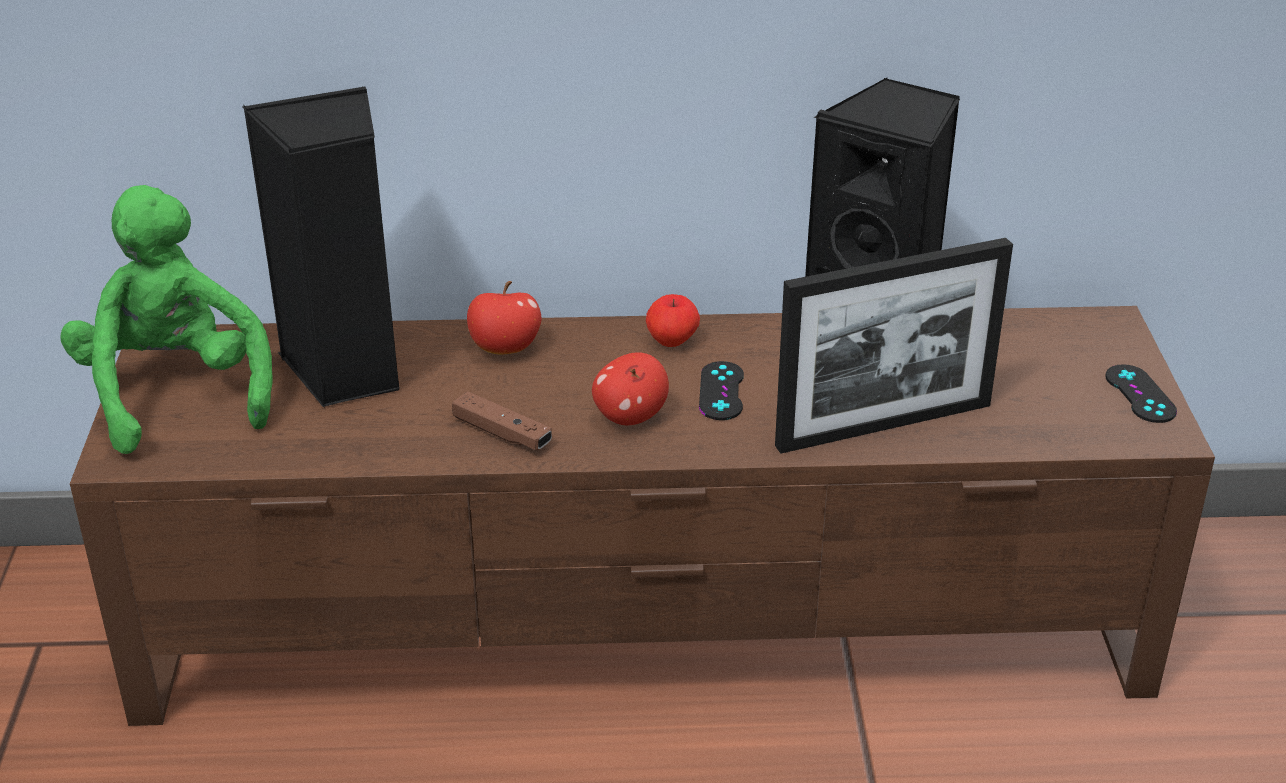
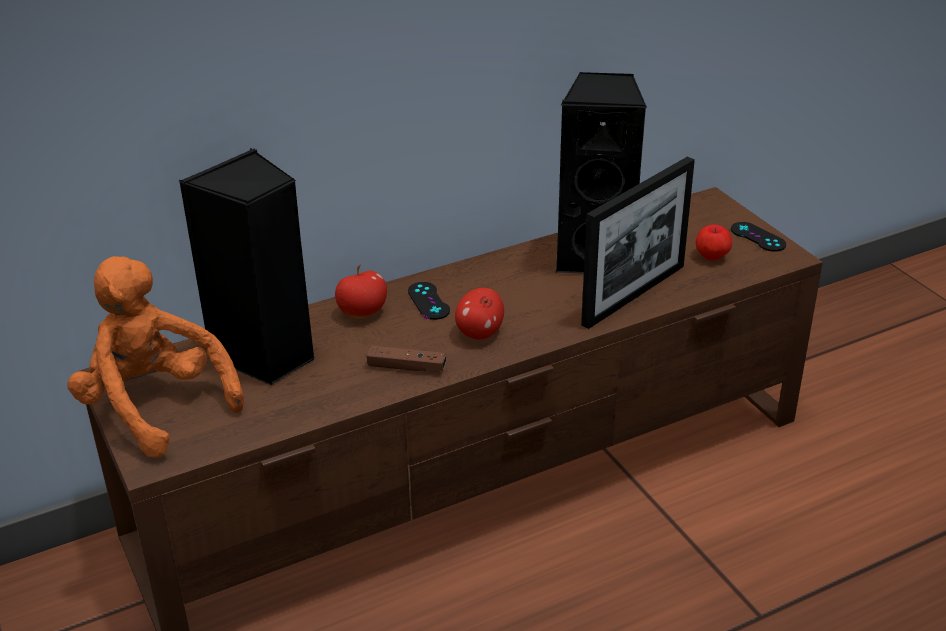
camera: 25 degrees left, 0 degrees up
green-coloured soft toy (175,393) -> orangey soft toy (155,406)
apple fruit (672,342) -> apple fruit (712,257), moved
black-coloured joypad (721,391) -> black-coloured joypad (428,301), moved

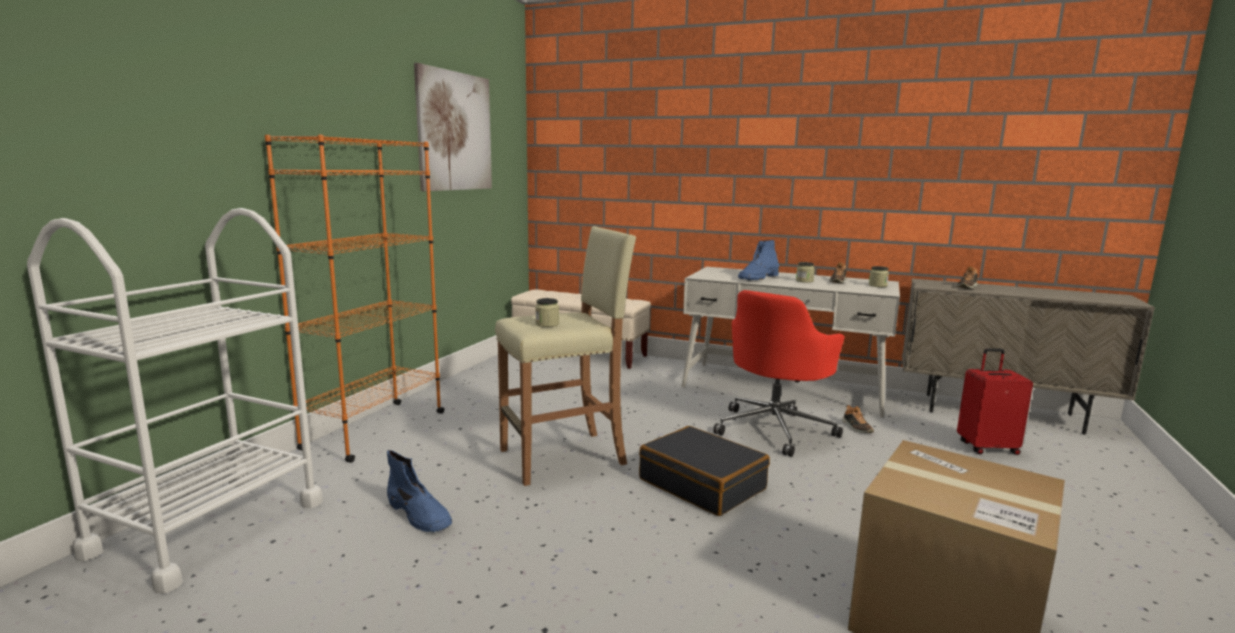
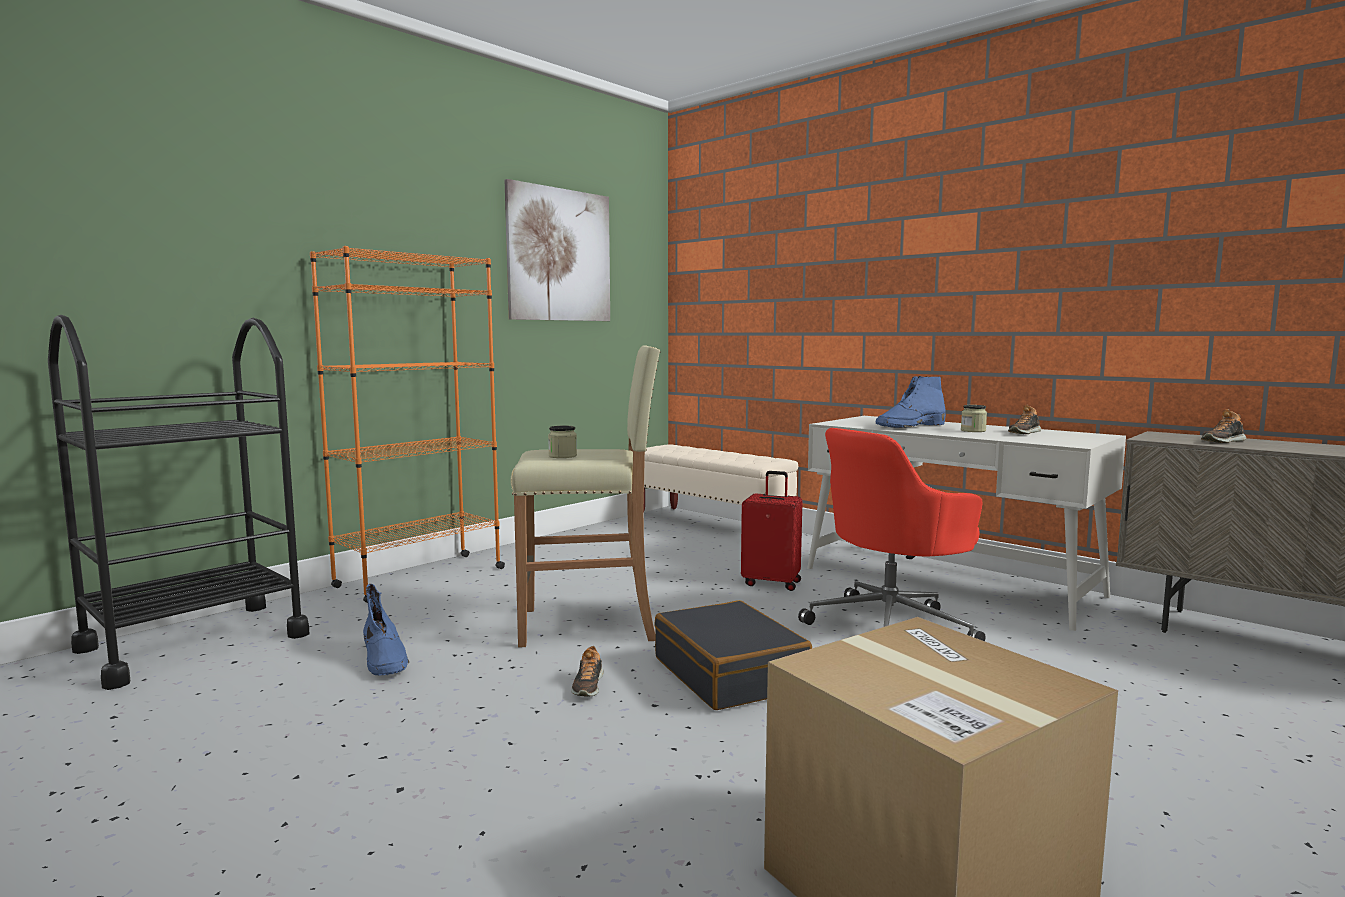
camera: 20 degrees right, 5 degrees down
white-coloured wheeled cart (208,527) -> black-coloured wheeled cart (194,642)
shoe (856,428) -> shoe (588,686), moved
preserve jar (877,285) -> none
red piece of luggage (986,447) -> red piece of luggage (772,583), moved

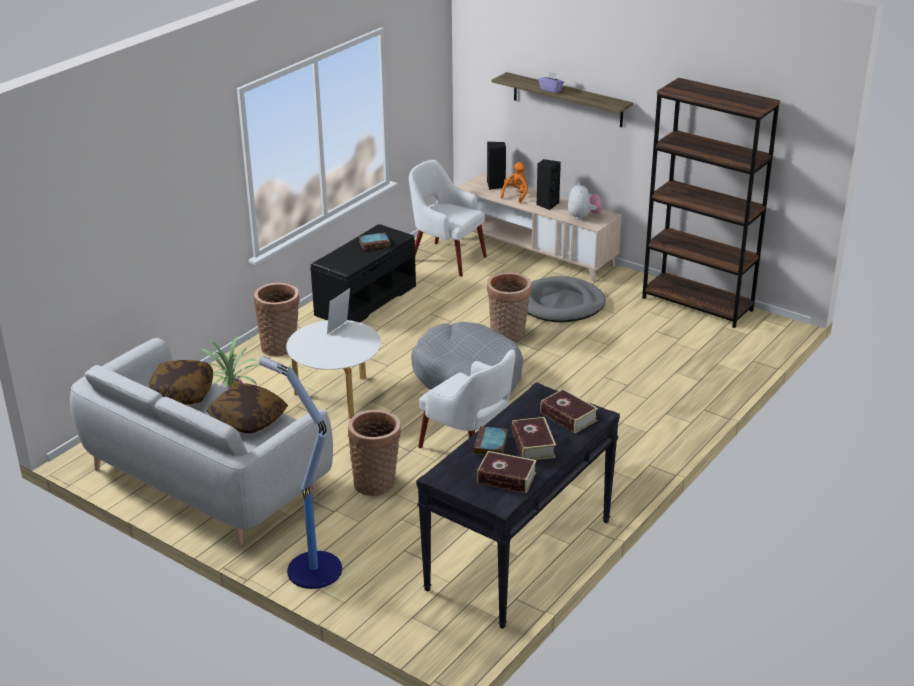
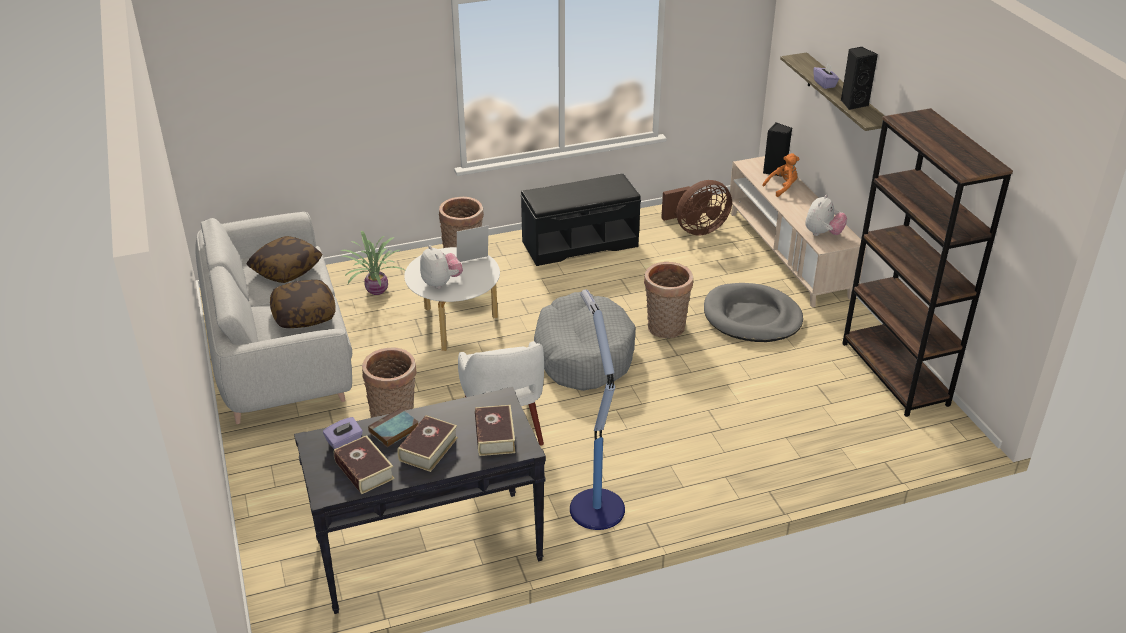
camera: 35 degrees right, 5 degrees up
standard lamp (312,569) -> standard lamp (596,507), moved
volume (375,243) -> none
white-coloured lounge chair (446,258) -> brown fan (696,229)
black-coloured loudspeaker (547,204) -> black-coloured loudspeaker (853,104), moved
none -> purple box of tissues (344,442)
none -> soft toy (441,283)

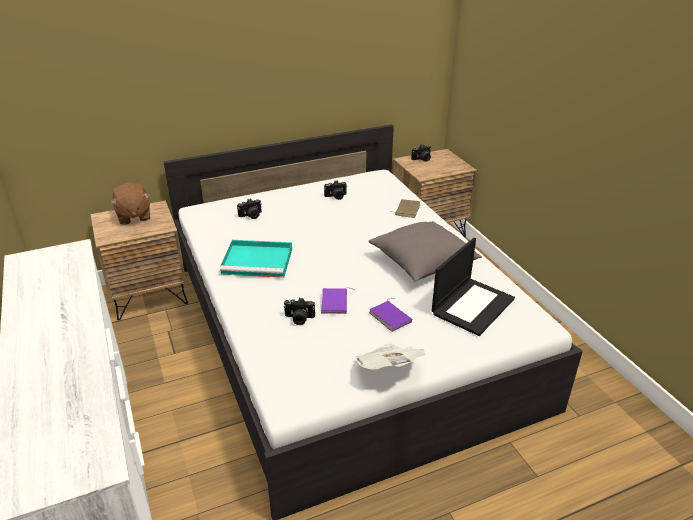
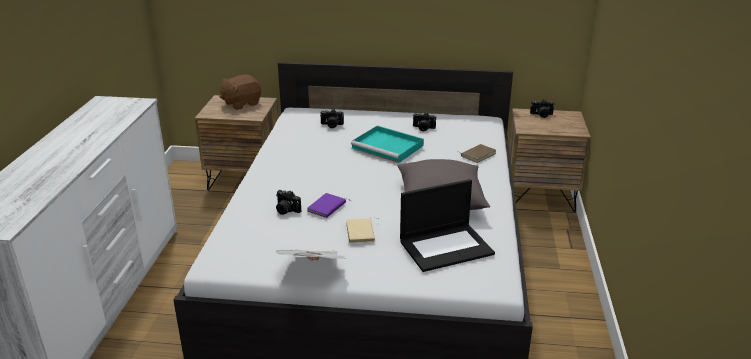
camera: 30 degrees right, 5 degrees down
brown soft toy (133,216) -> brown soft toy (241,103), 45 degrees clockwise
turquoise-coloured tray (259,261) -> turquoise-coloured tray (389,147), moved
purple volume (391,317) -> beige volume (361,232)

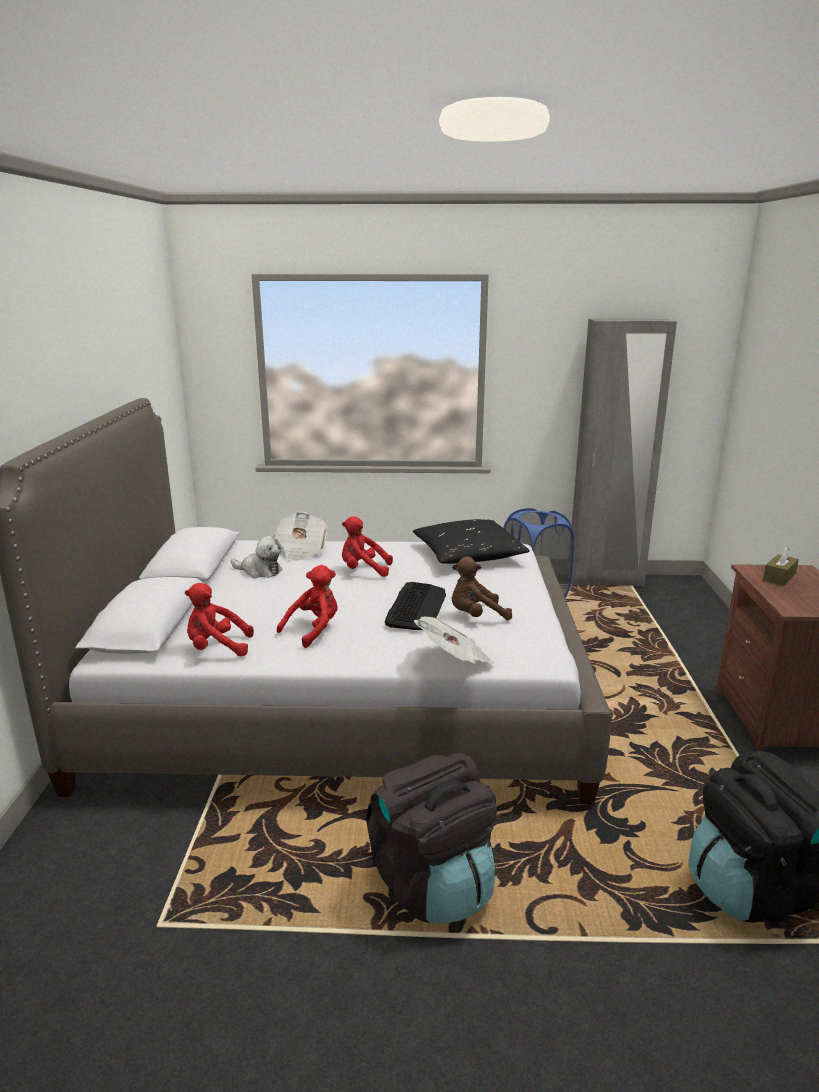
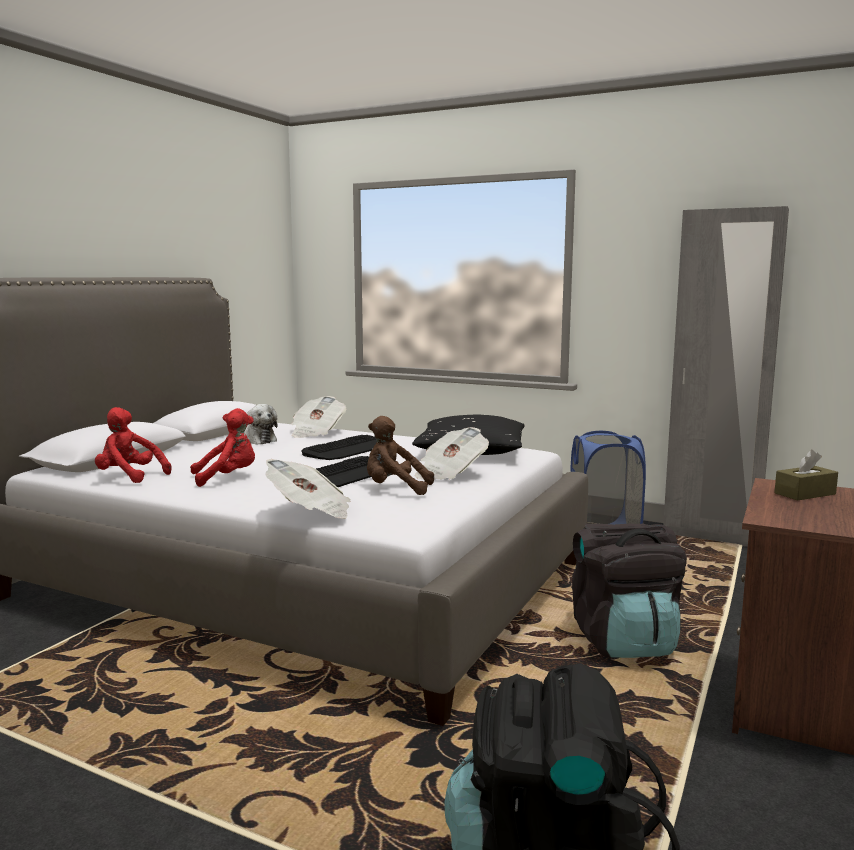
camera: 25 degrees right, 10 degrees down
red soft toy (363,570) -> keyboard (347,449)
black-coloured backpack (432,883) -> black-coloured backpack (624,641), moved
none -> daily paper (449,473)

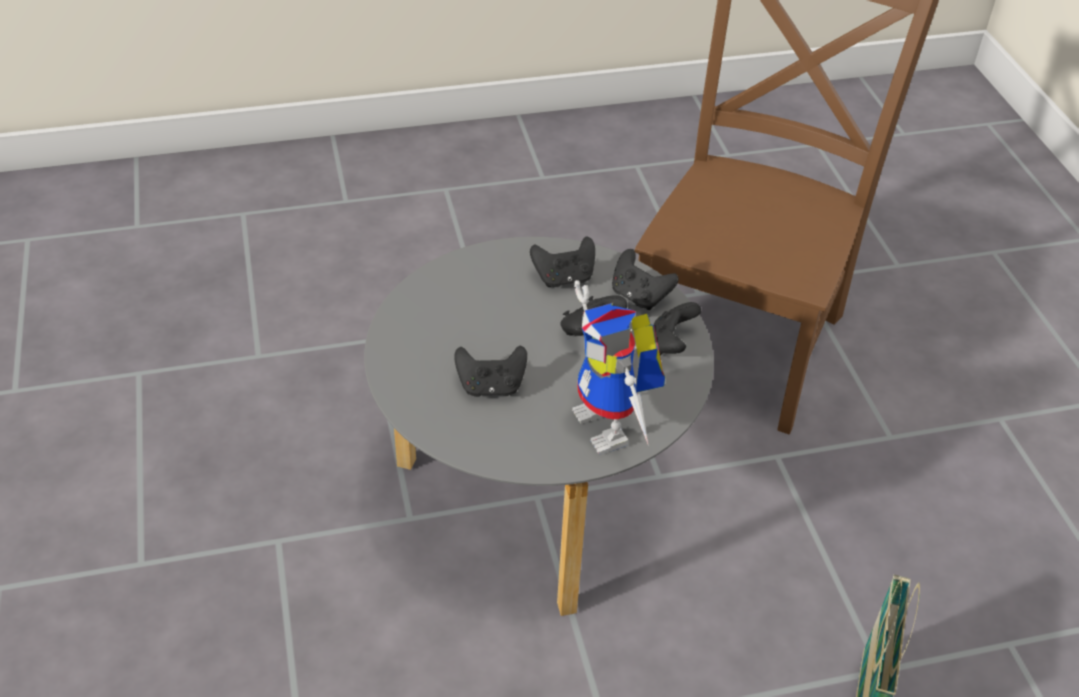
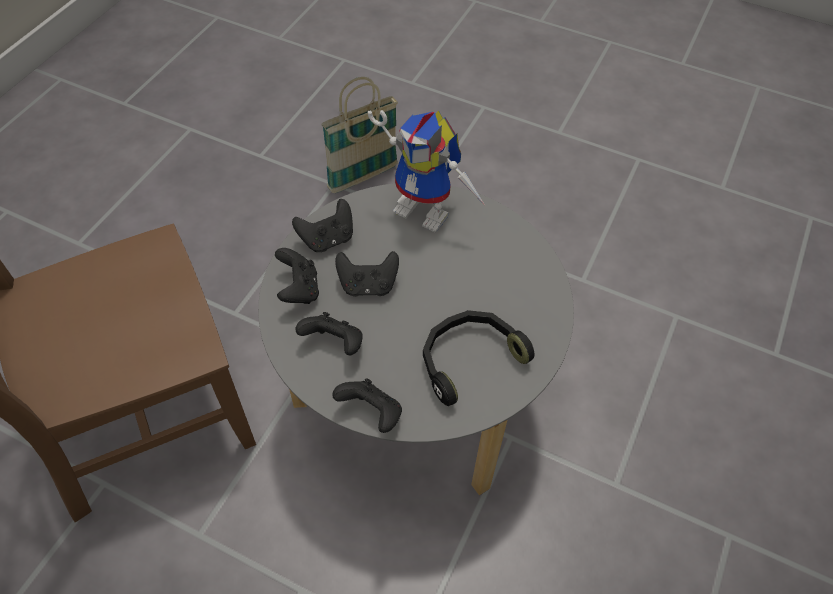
camera: 140 degrees left, 10 degrees up
black-coloured joypad (491,386) -> black-coloured joypad (372,413), moved
model robot (613,428) -> model robot (428,210), 105 degrees clockwise
none -> black-coloured pair of headphones (468,359)

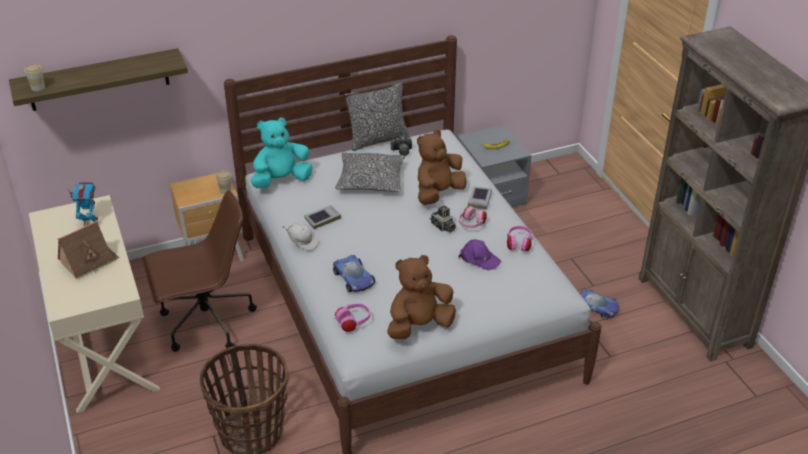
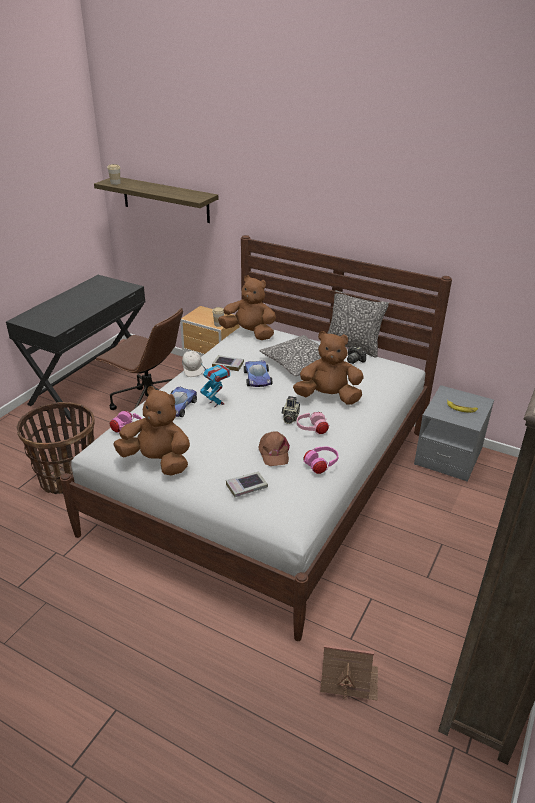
camera: 50 degrees right, 5 degrees down
beige desk (104,345) -> black-coloured desk (91,384)
toy house (89,261) -> toy house (348,679), moved
model robot (90,221) -> model robot (216,403), moved
turquoise-coloured soft toy (281,180) -> brown soft toy (249,333)
purple cap (479,258) -> brown cap (274,452)
volume (479,200) -> volume (246,487), moved
miniature car (597,307) -> miniature car (257,378), moved

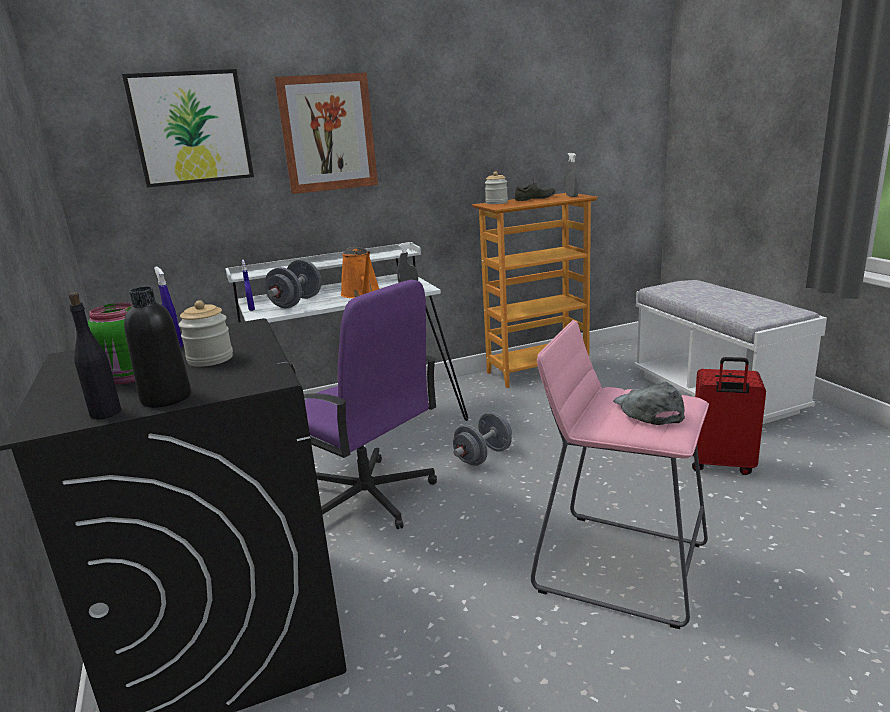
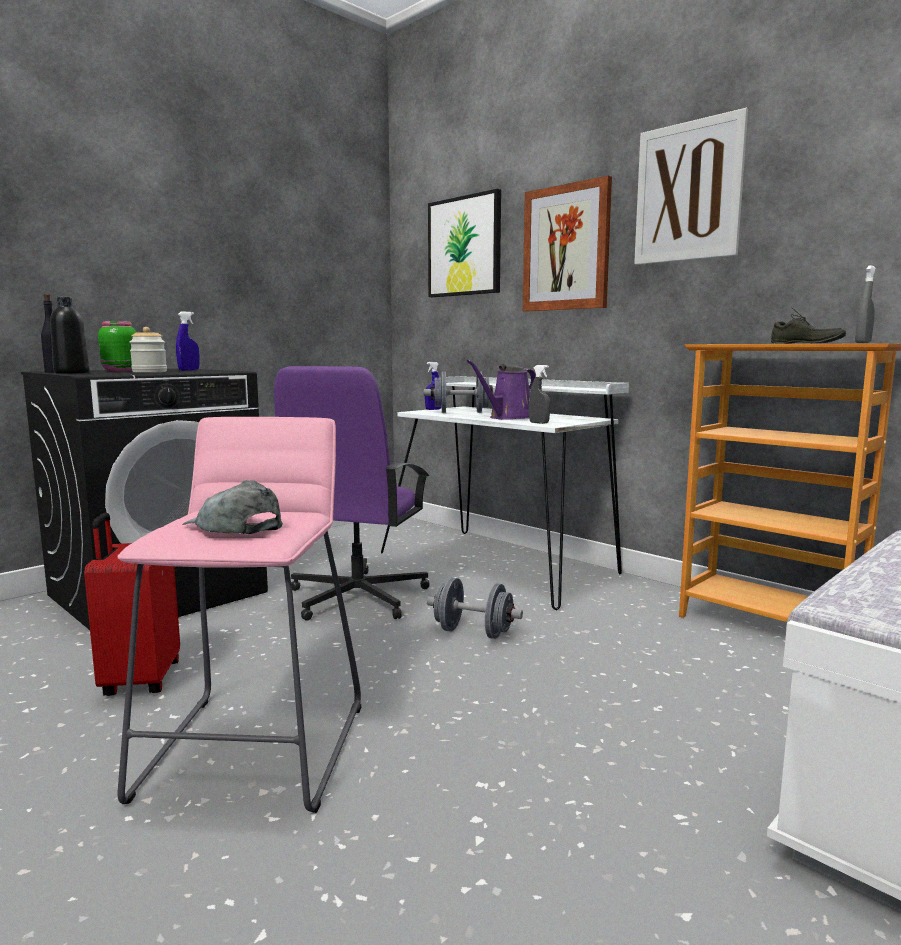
camera: 65 degrees right, 10 degrees down
orangey sprinkling can (362,293) -> purple sprinkling can (508,417)
preserve jar (496,203) -> none
greyish cap (648,410) -> greyish cap (233,526), 105 degrees counterclockwise
red piece of luggage (721,465) -> red piece of luggage (139,680), moved
none -> wall art (688,192)

